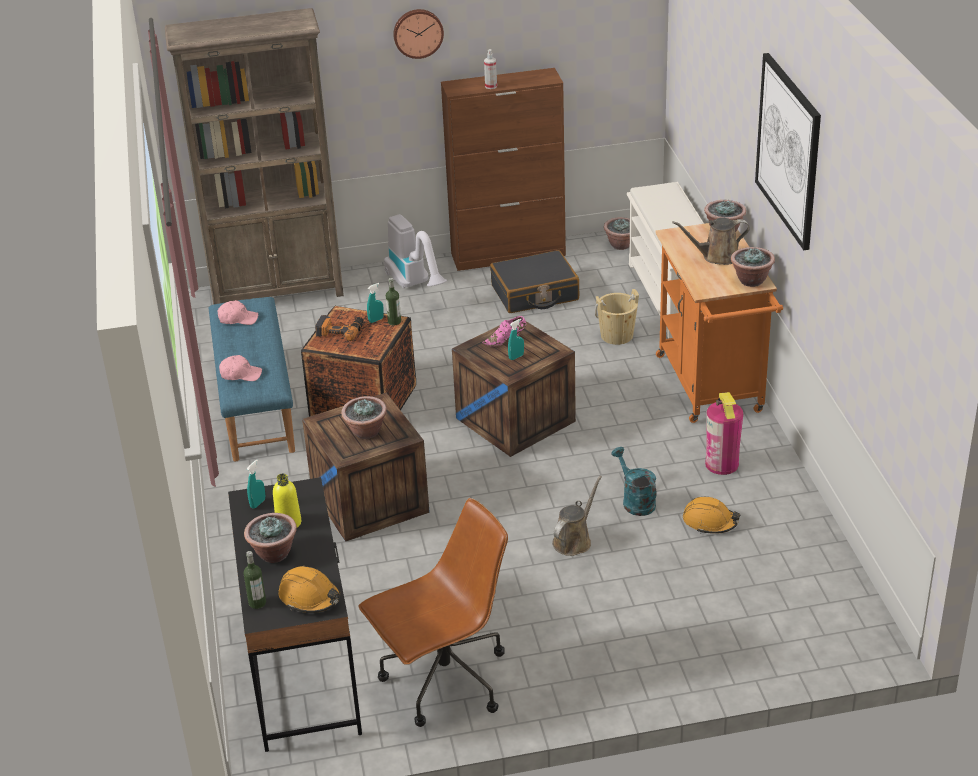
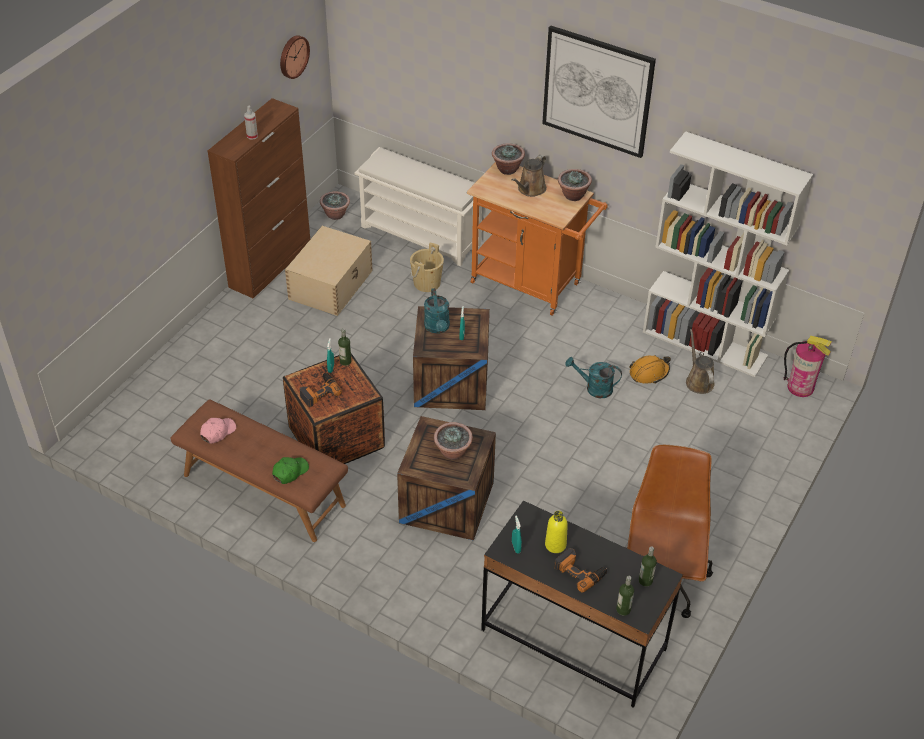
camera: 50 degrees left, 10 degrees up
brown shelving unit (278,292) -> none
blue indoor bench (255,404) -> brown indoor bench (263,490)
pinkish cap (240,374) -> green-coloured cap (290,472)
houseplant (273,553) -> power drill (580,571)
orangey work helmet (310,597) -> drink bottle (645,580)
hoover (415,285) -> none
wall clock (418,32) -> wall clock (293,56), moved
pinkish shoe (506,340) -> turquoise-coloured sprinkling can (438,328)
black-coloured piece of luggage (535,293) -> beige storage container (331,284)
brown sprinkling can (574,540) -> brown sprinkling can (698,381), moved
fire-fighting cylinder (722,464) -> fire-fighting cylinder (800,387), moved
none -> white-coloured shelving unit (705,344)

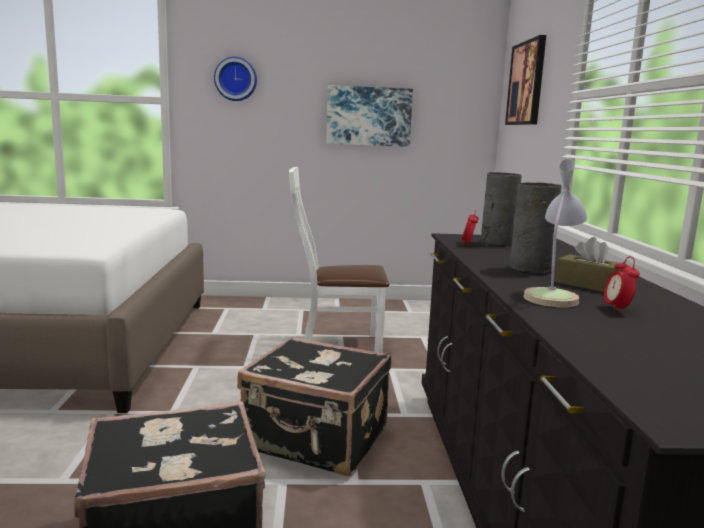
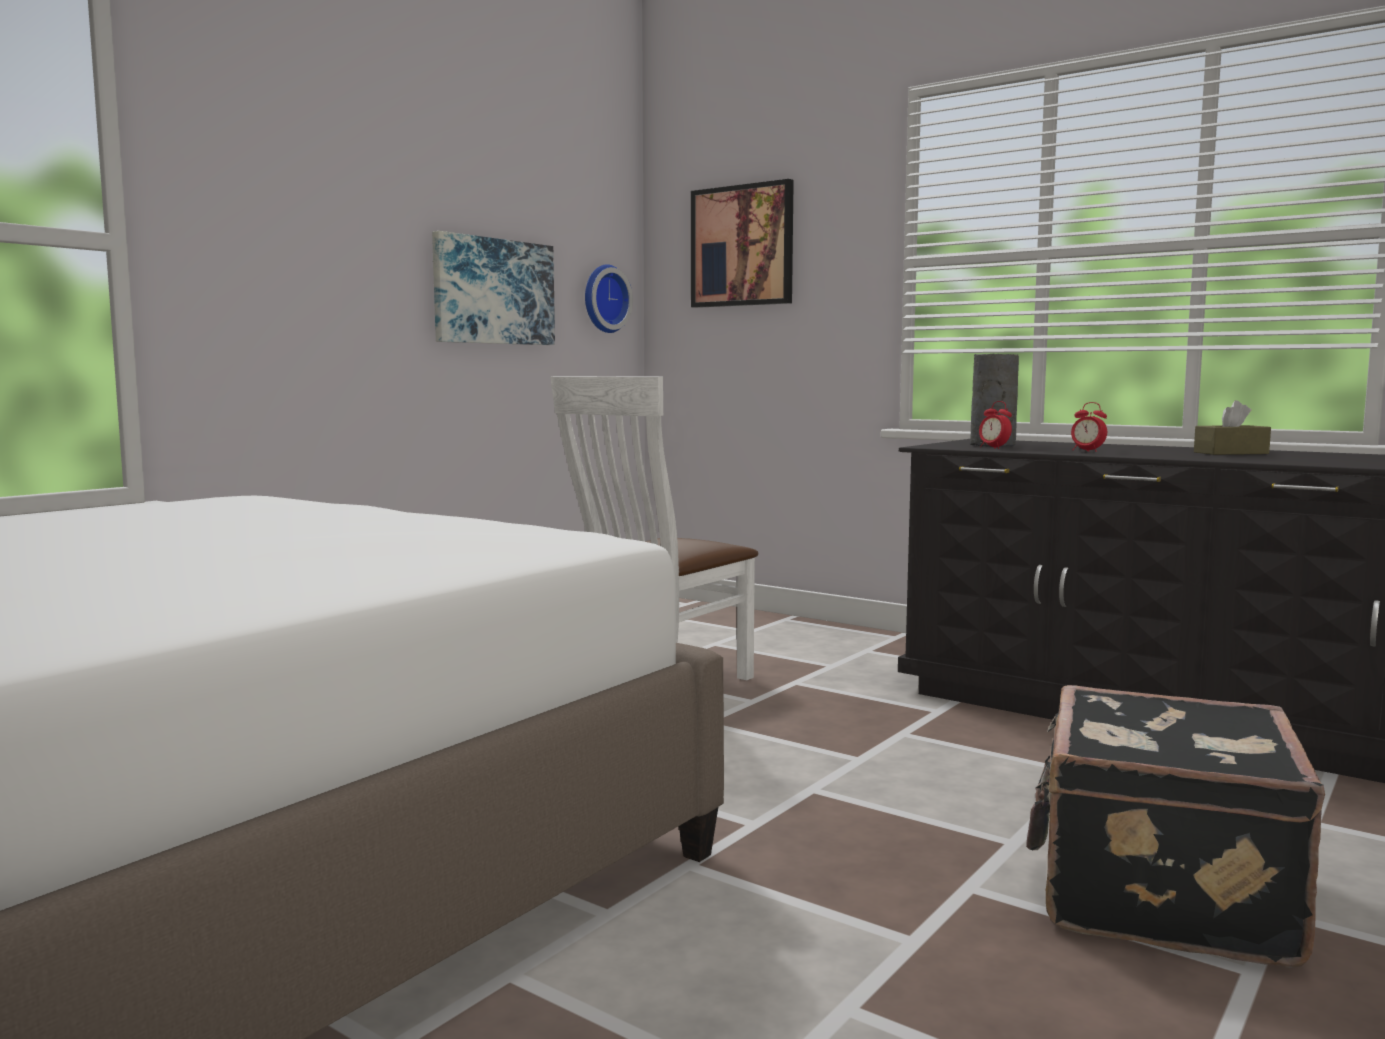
camera: 50 degrees left, 5 degrees down
wall clock (236,79) -> wall clock (603,299), moved
black-coloured piece of luggage (316,441) -> none
greyish decorative vase (531,269) -> none
table lamp (553,296) -> none
table clock (617,309) -> table clock (1087,451), moved

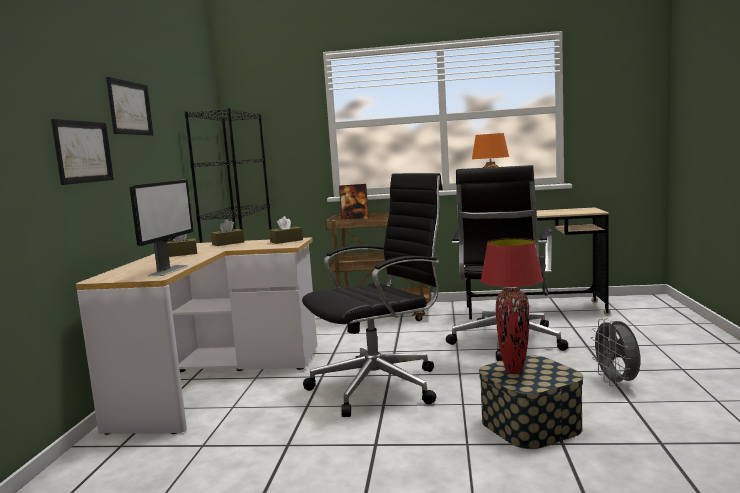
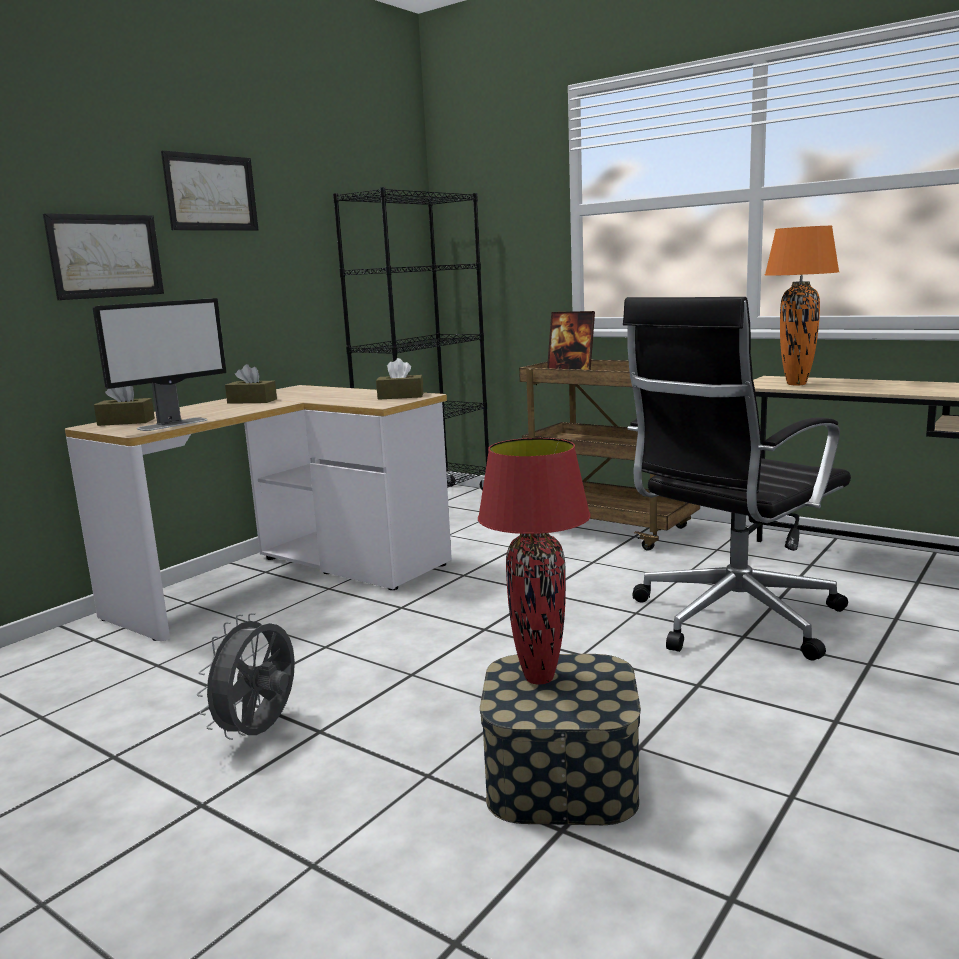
camera: 30 degrees right, 5 degrees up
brown box of tissues (228,243) -> brown box of tissues (126,422), moved
black-coloured desk chair (380,386) -> none
greyish fan (617,383) -> greyish fan (260,733), moved

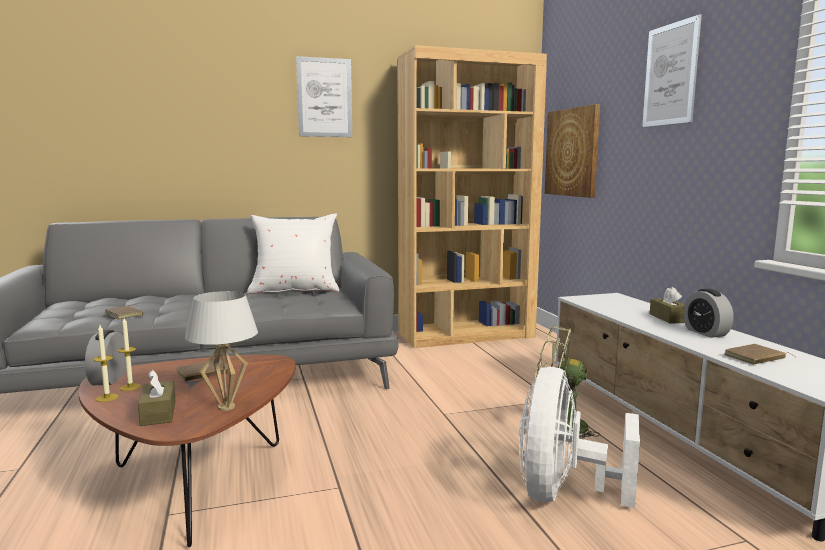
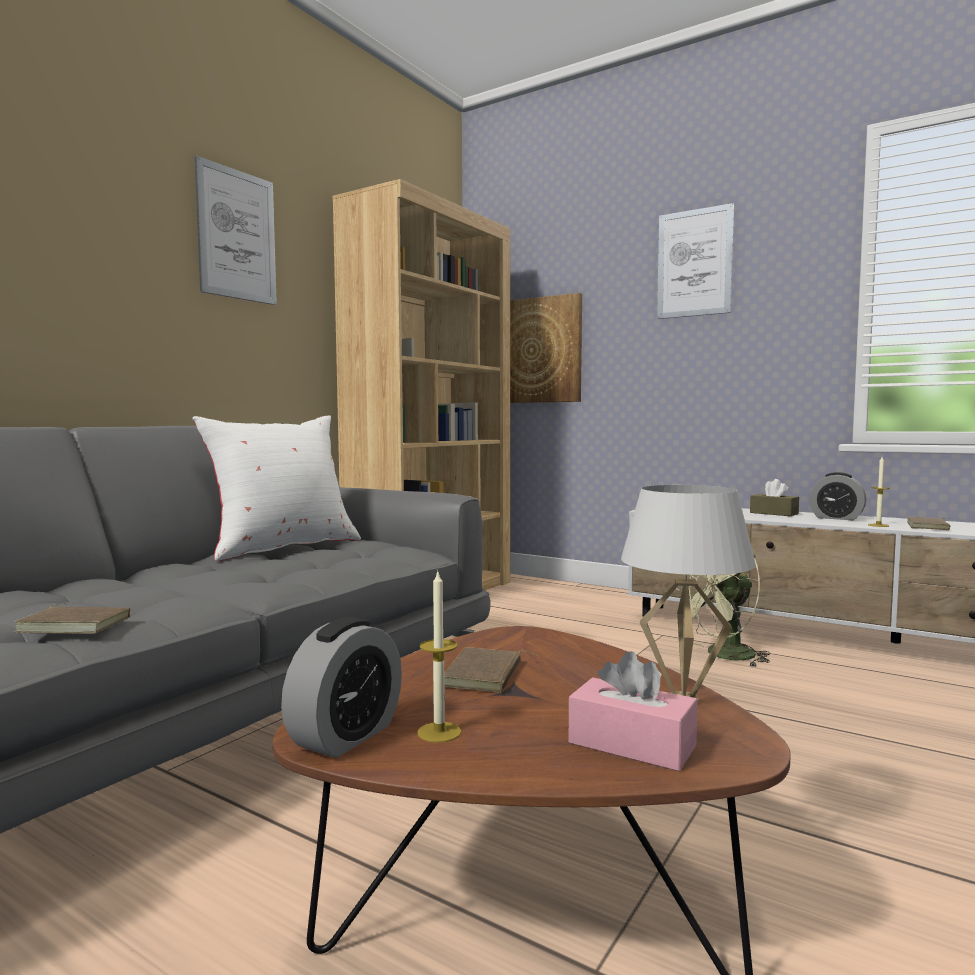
camera: 40 degrees left, 5 degrees down
table clock (109,379) -> table clock (346,736), 105 degrees counterclockwise
wax candle (107,398) -> wax candle (878,525), moved
brown box of tissues (158,413) -> pinkish box of tissues (631,744)
white-coloured fan (563,493) -> none

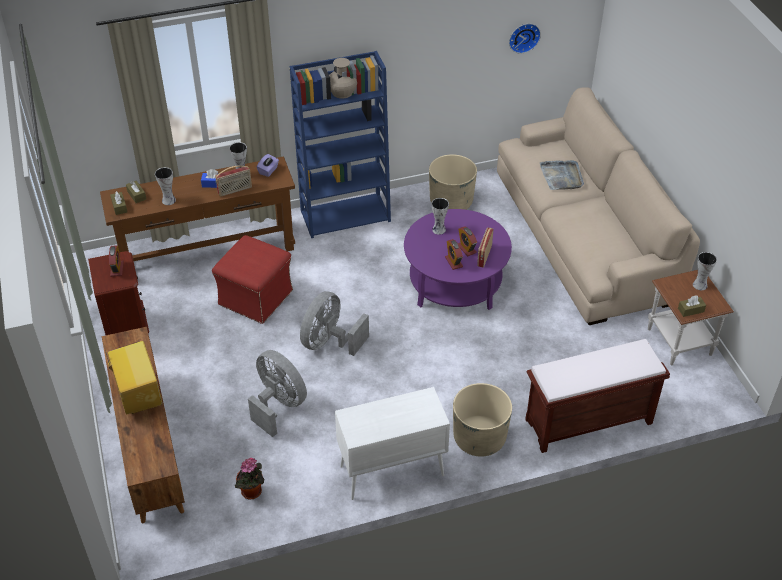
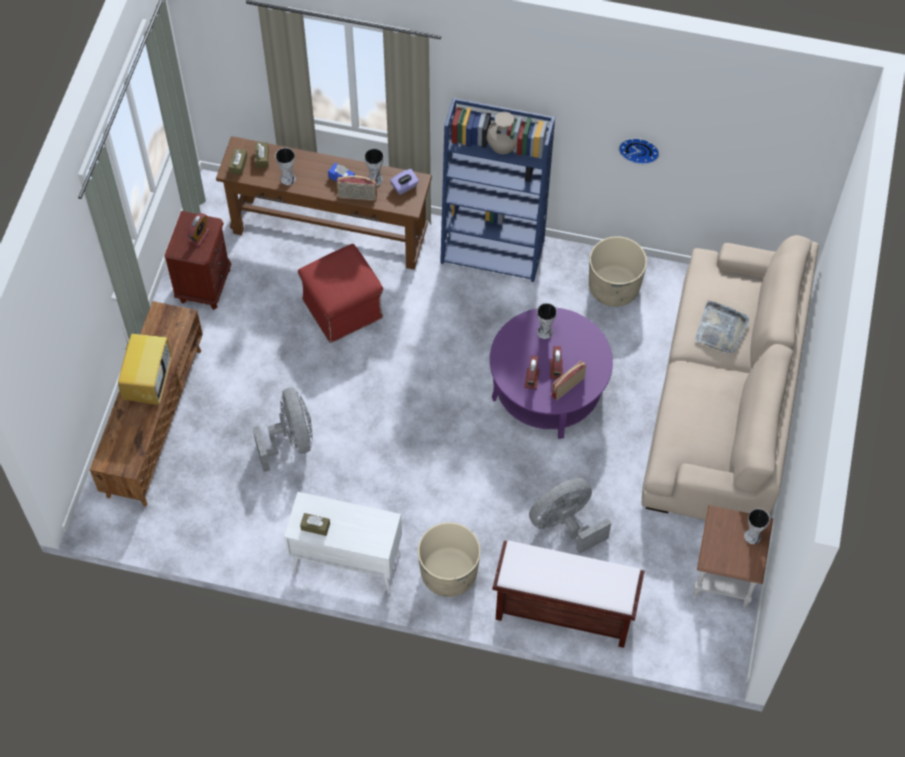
camera: 30 degrees right, 15 degrees up
houseplant (252,493) -> none
greyish fan (329,342) -> greyish fan (565,524), moved
wall clock (523,37) -> wall clock (639,148), moved
brown box of tissues (691,310) -> brown box of tissues (315,526), moved

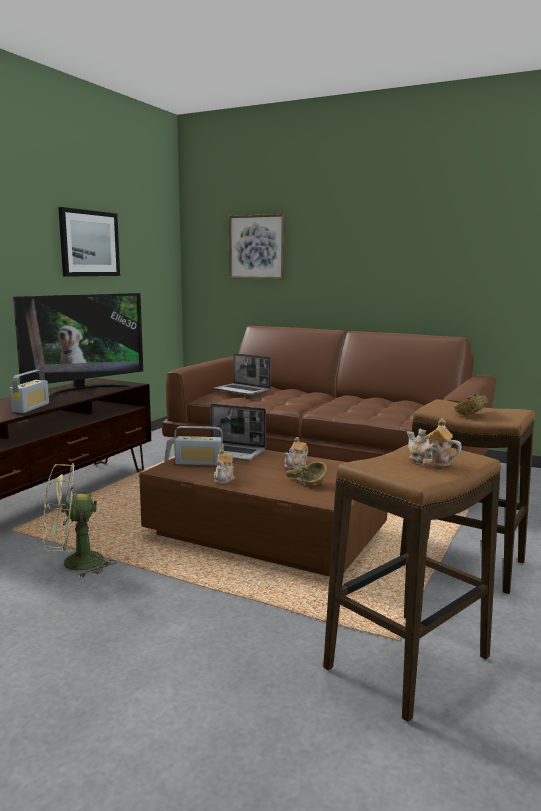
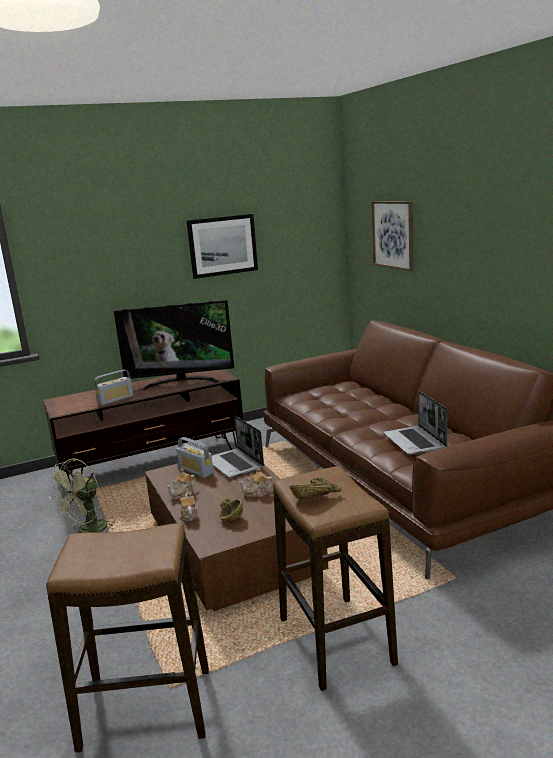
camera: 40 degrees right, 5 degrees up
green-coloured fan (73,564) -> green-coloured fan (88,531), 75 degrees counterclockwise
portable computer (242,390) -> portable computer (415,442), moved
tea pot (430,461) -> tea pot (189,515), moved

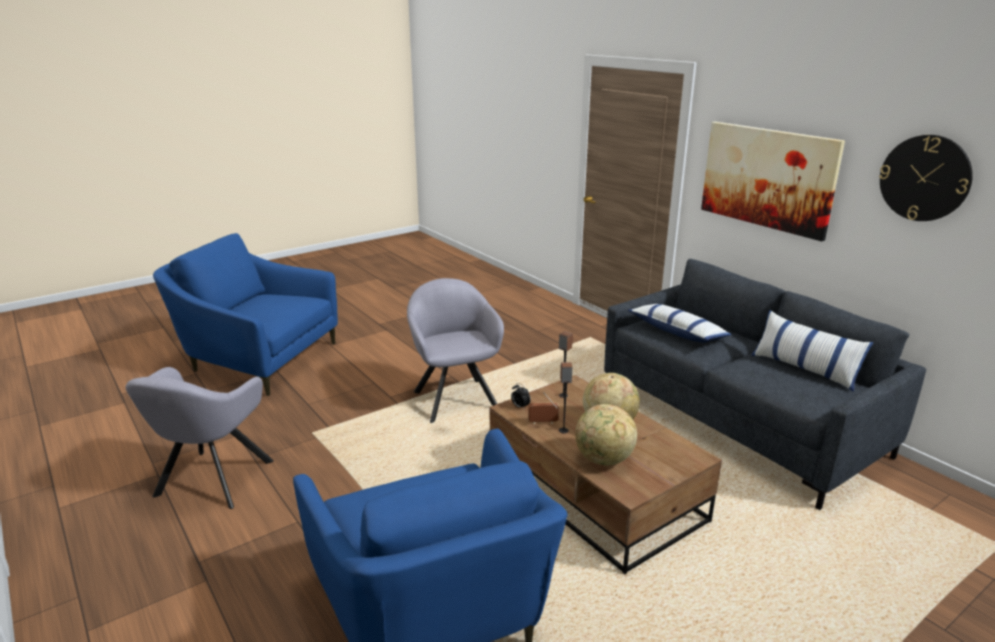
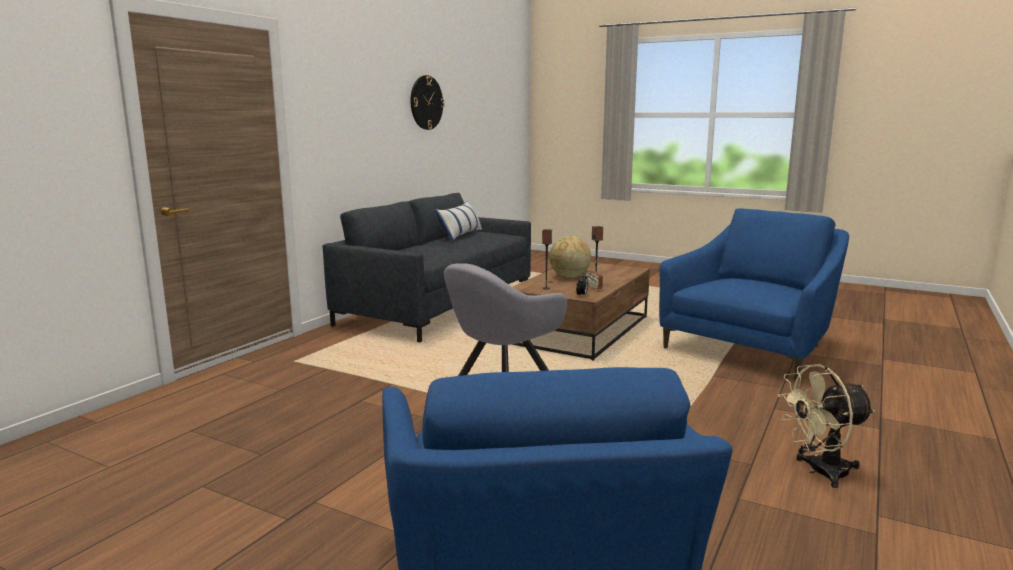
camera: 115 degrees left, 10 degrees down
greyish lounge chair (210,482) -> beige fan (820,472)
globe (604,460) -> none
cushion (677,332) -> none
wall art (767,178) -> none

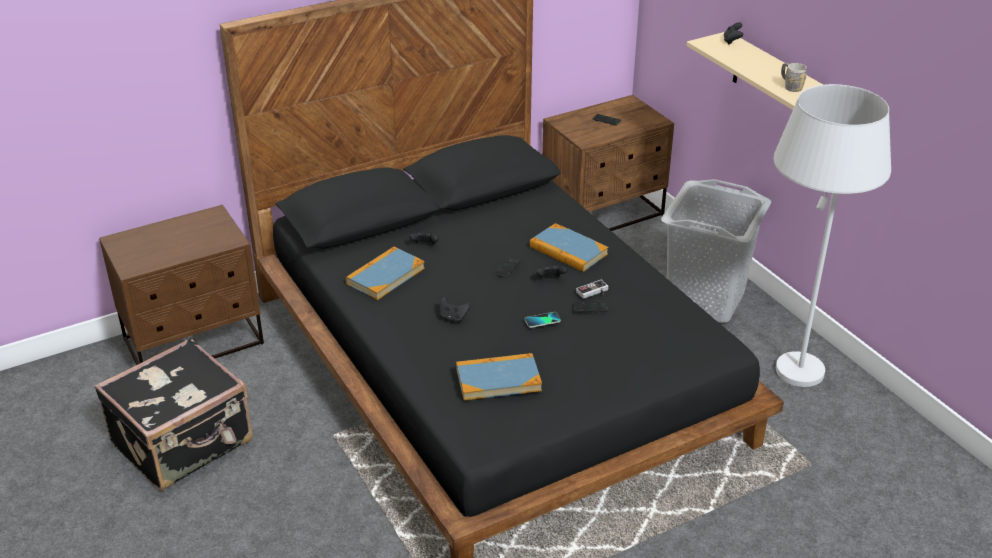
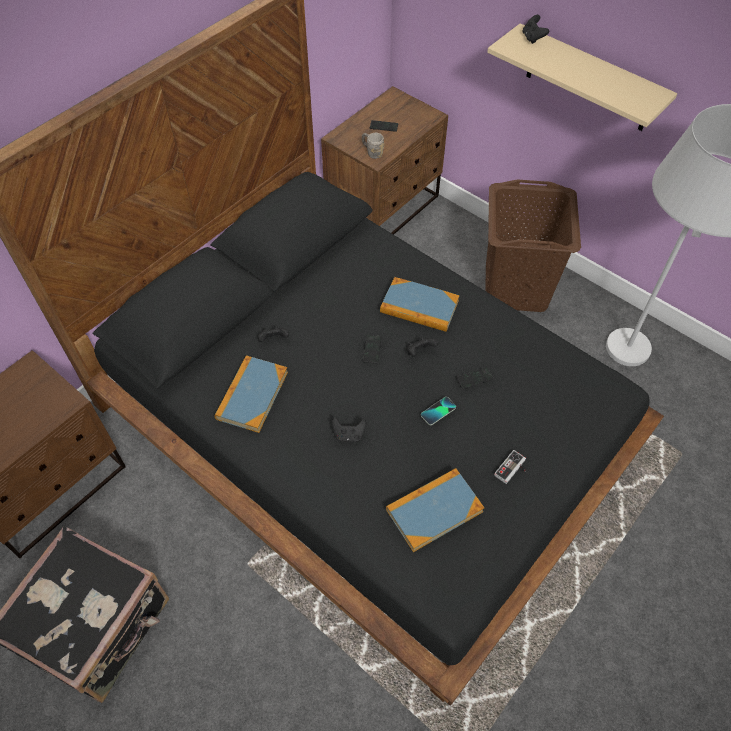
camera: 20 degrees left, 20 degrees up
joypad (594,292) -> joypad (512,470), moved
greyish laundry basket (706,299) -> brown laundry basket (516,287)
greyish coffee mug (790,86) -> greyish coffee mug (372,152), moved

